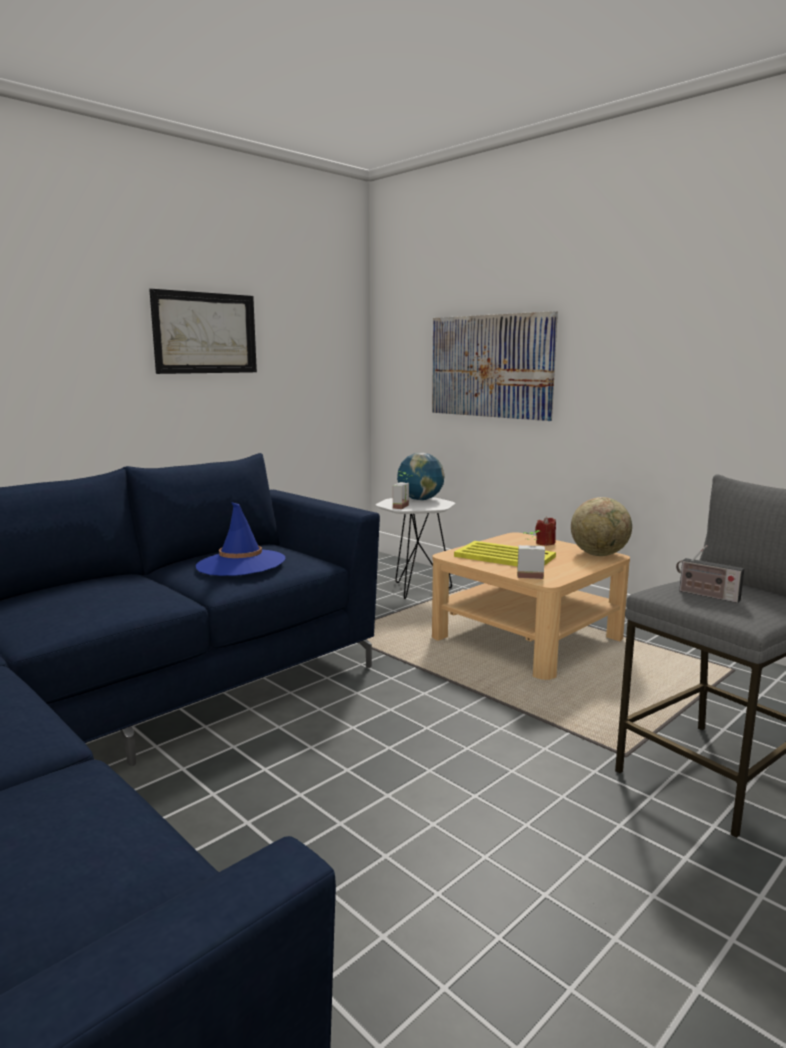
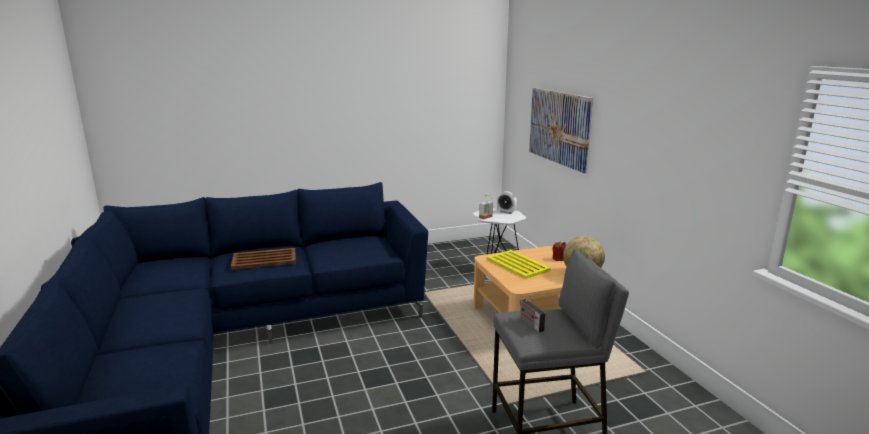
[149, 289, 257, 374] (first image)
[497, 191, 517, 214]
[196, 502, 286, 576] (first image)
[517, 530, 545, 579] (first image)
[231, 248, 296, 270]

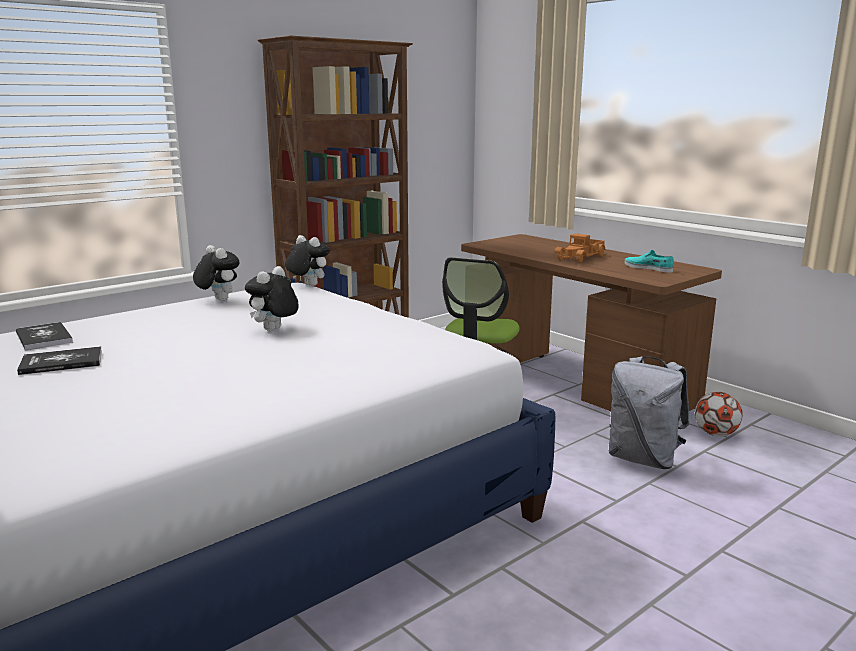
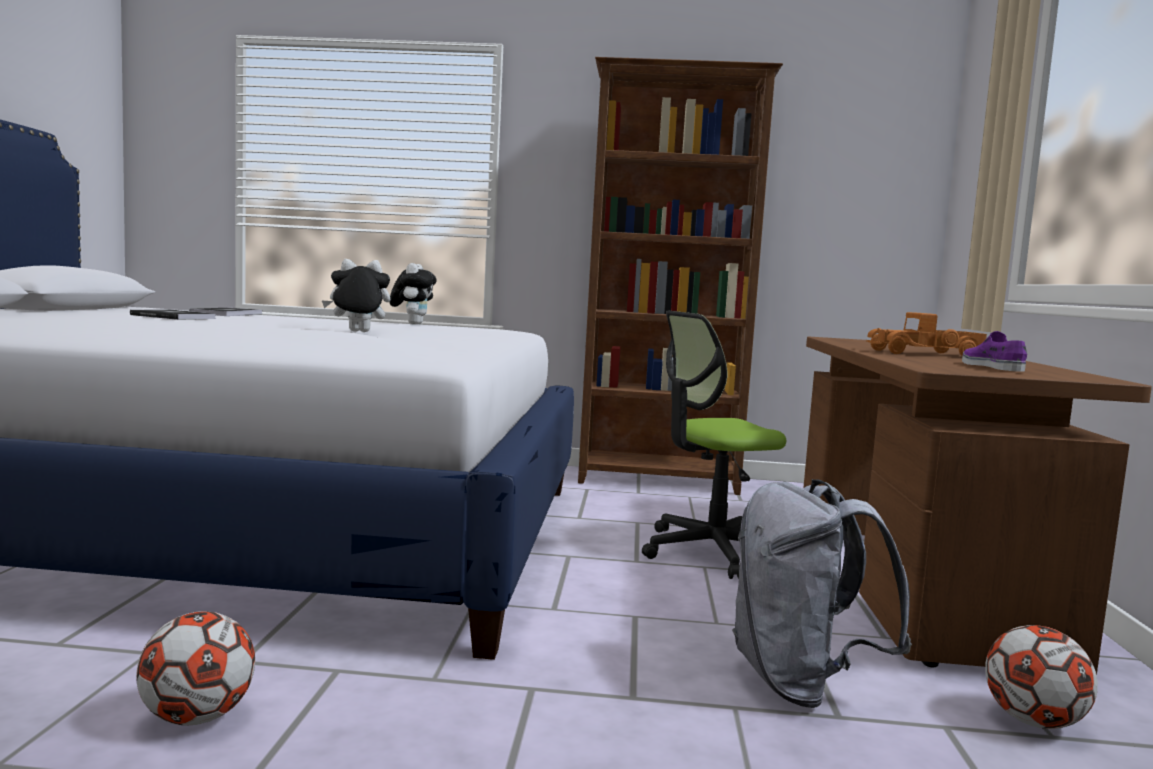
[285, 235, 330, 286] (first image)
[962, 331, 1027, 372]
[136, 611, 255, 725]

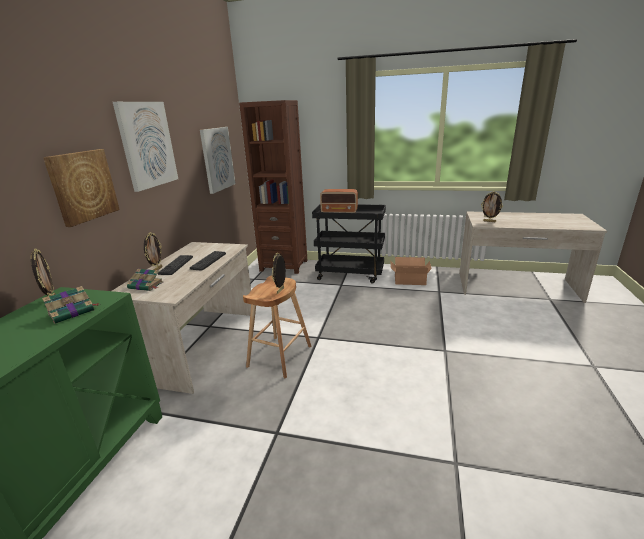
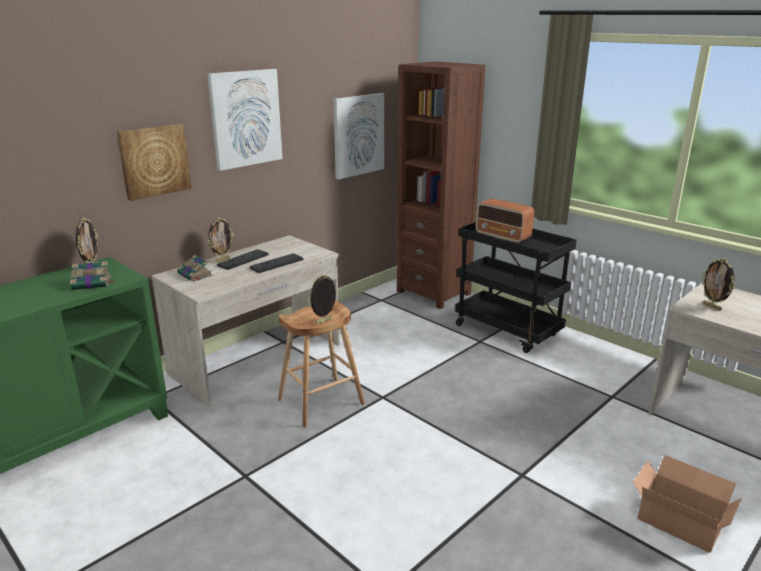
[633, 455, 742, 553]

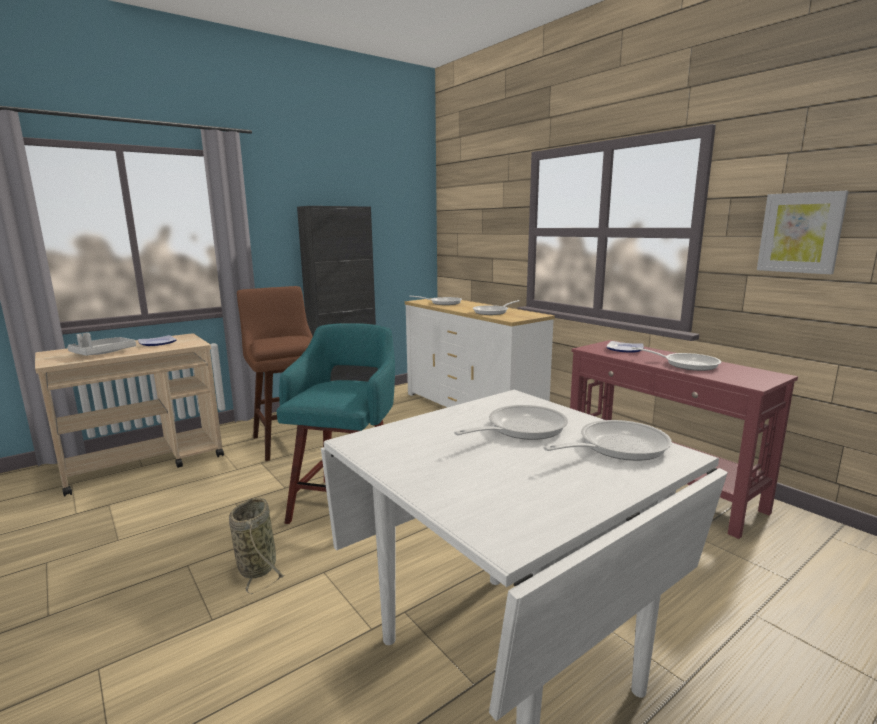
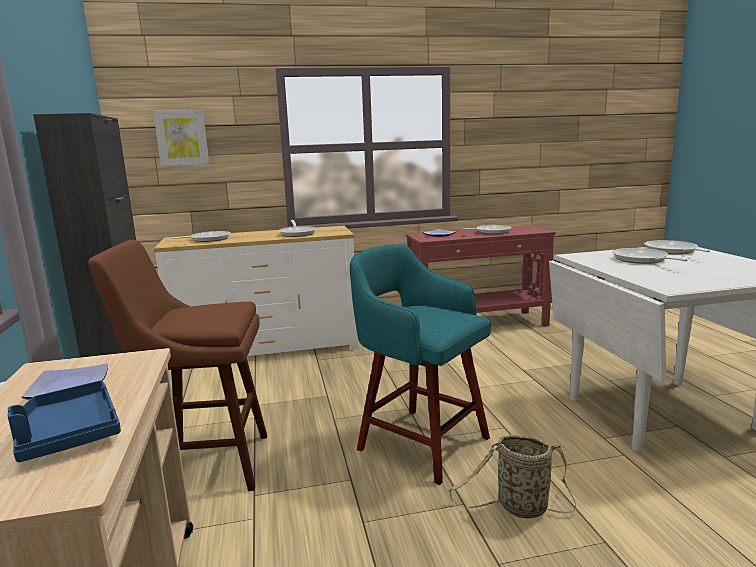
[153, 110, 209, 167]
[7, 380, 121, 462]

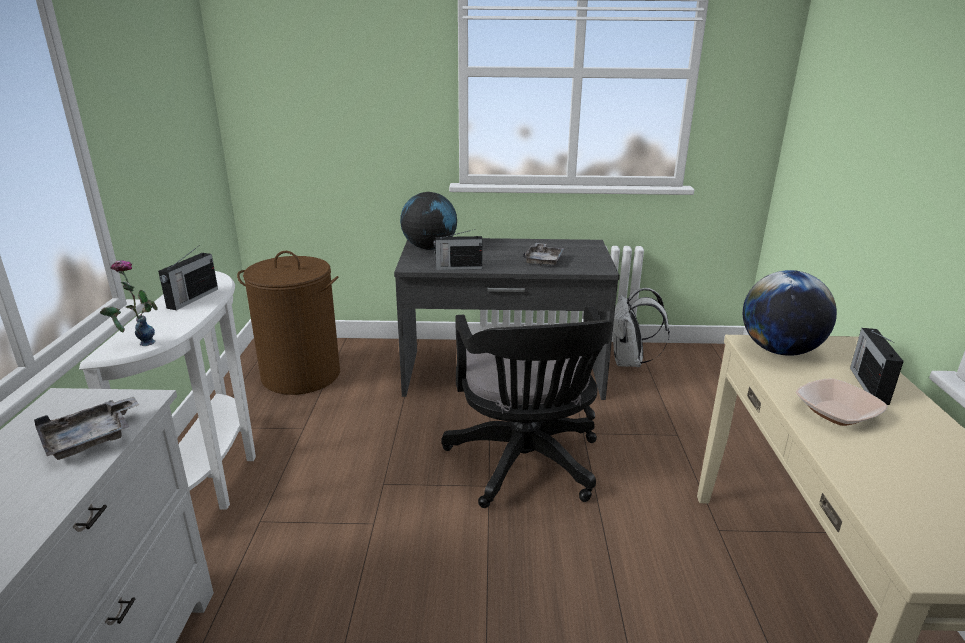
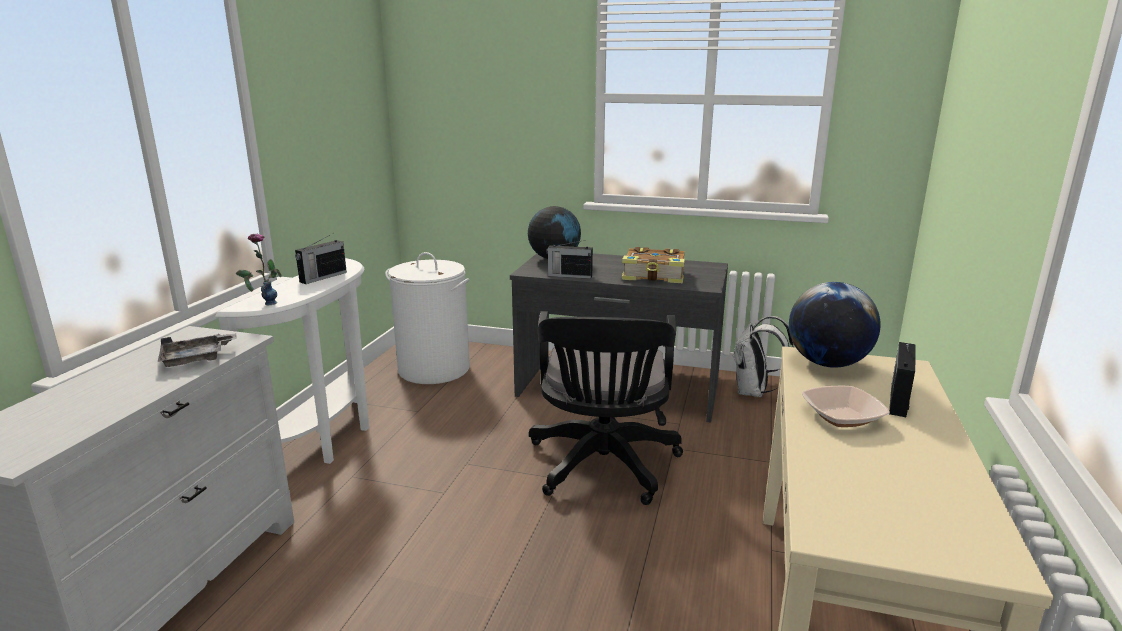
[622, 247, 685, 283]
[385, 252, 470, 384]

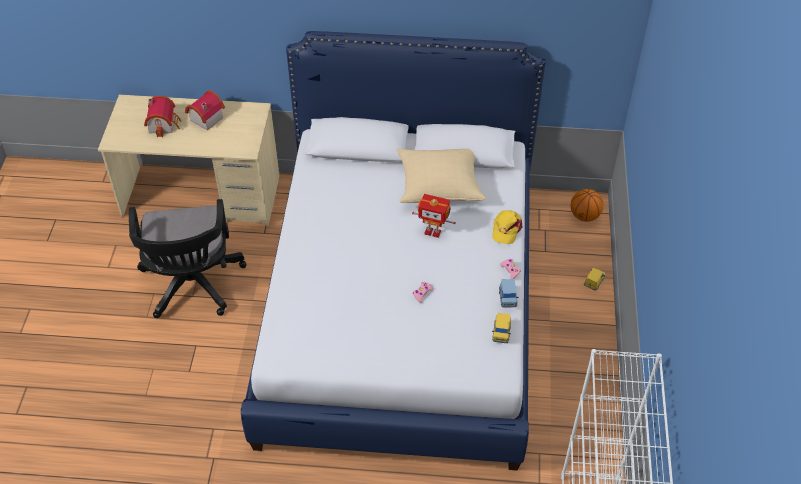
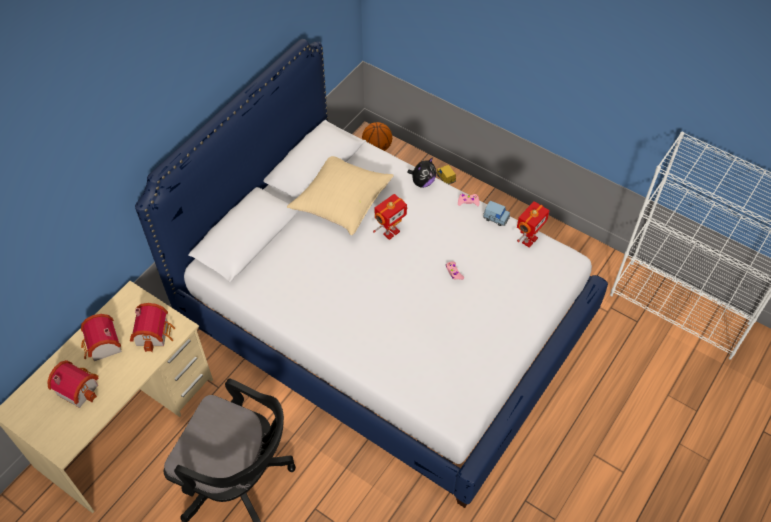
[407, 157, 436, 188]
[517, 201, 550, 248]
[130, 303, 175, 352]

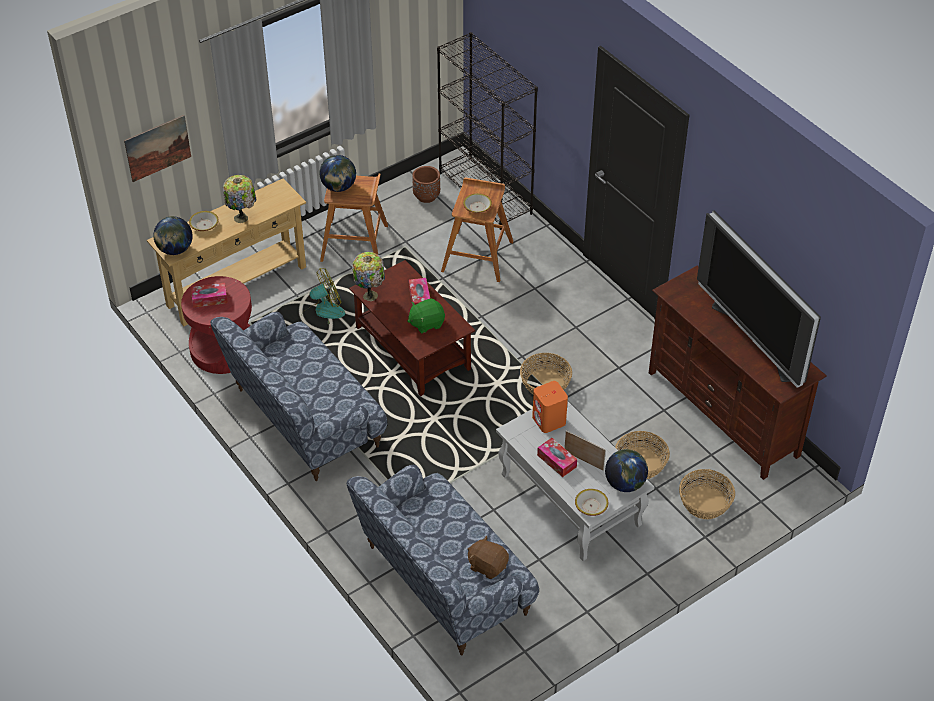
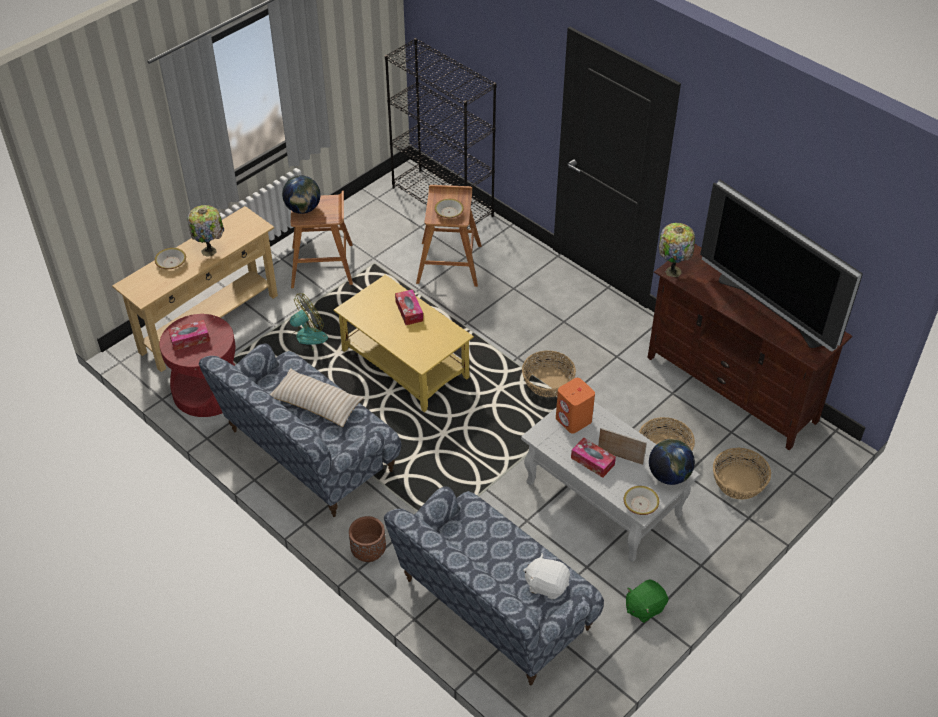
[124, 115, 191, 182] (first image)
[349, 516, 386, 562]
[153, 216, 193, 255] (first image)
[659, 223, 695, 277]
[334, 275, 474, 412]
[626, 579, 668, 623]
[523, 553, 570, 600]
[270, 368, 364, 427]

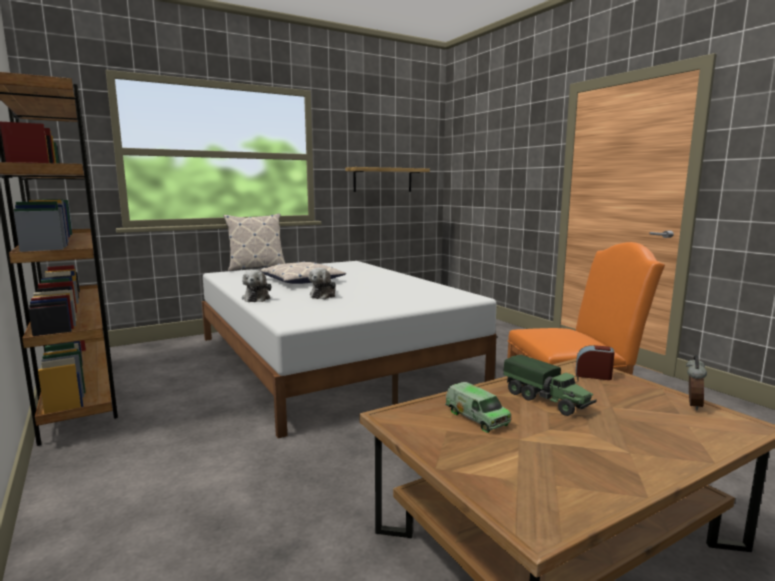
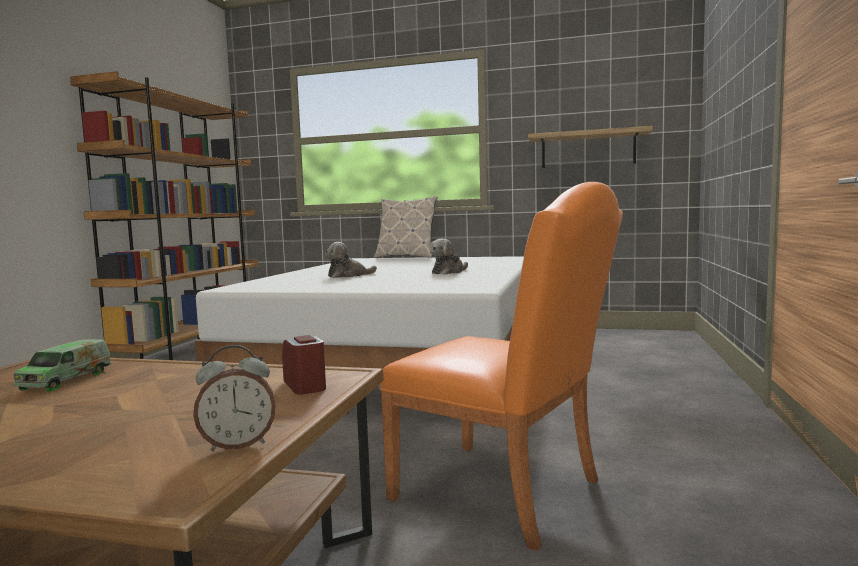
[259, 261, 346, 284] (first image)
[430, 239, 468, 275]
[503, 355, 597, 416] (first image)

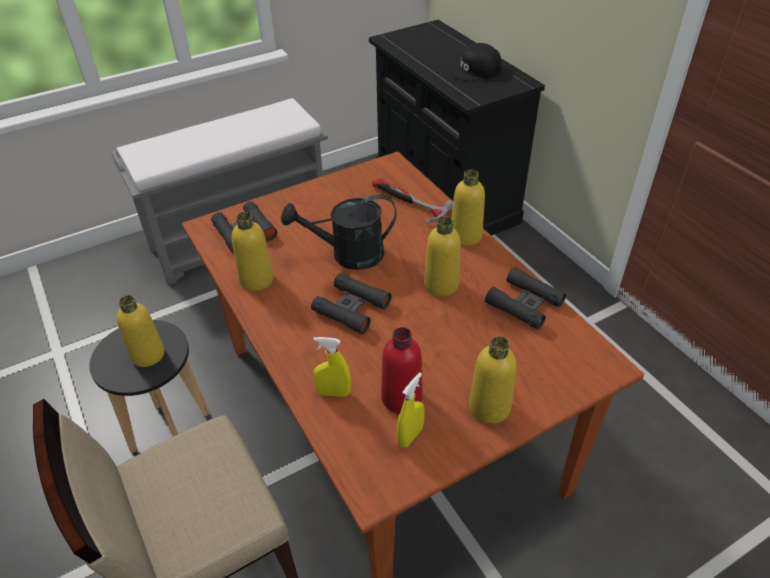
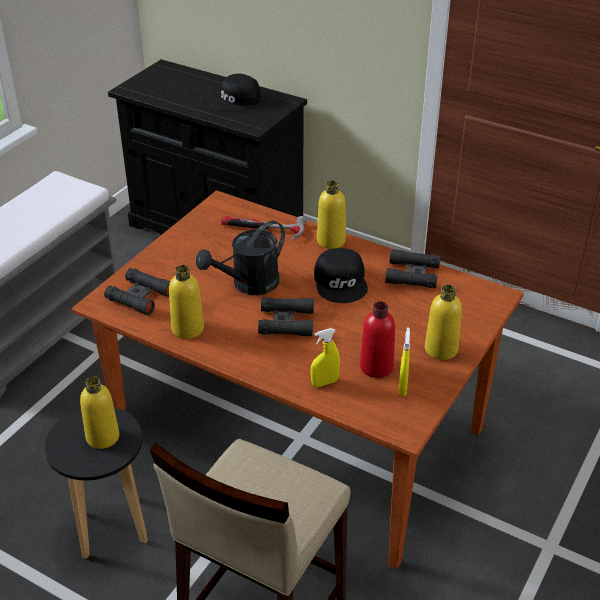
[314, 248, 368, 303]

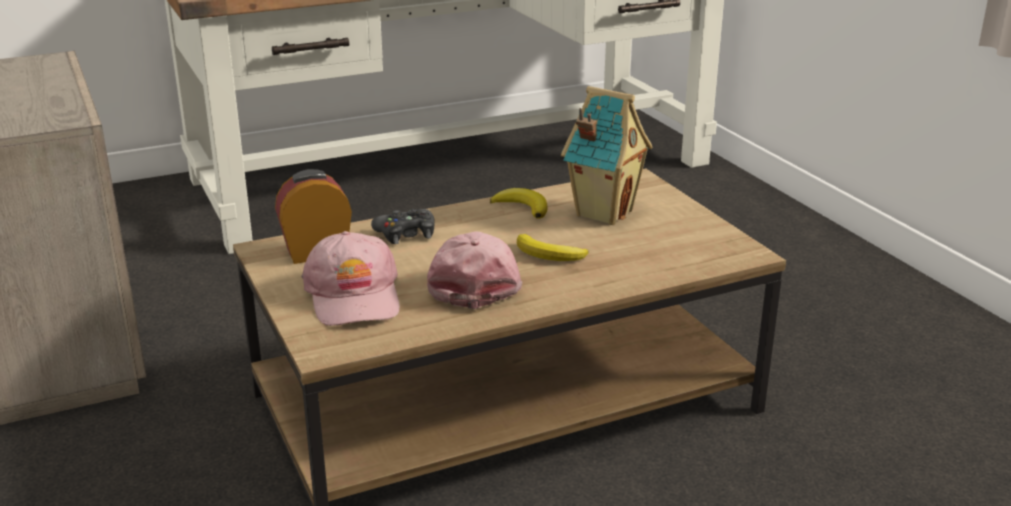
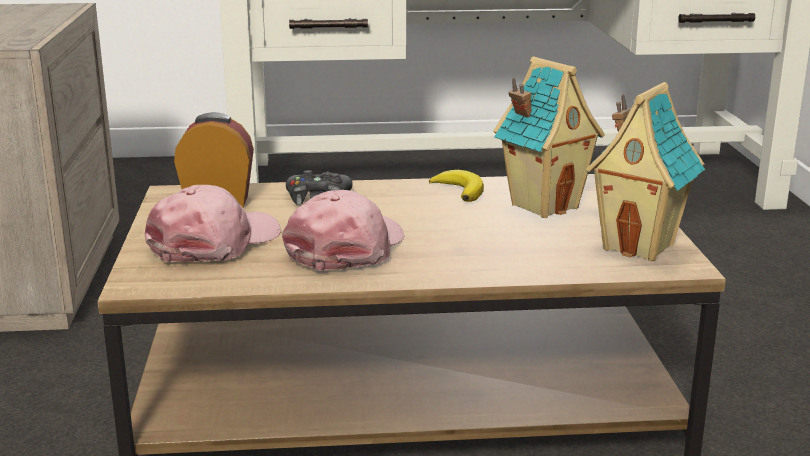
[145, 185, 281, 262]
[517, 234, 589, 261] (first image)
[586, 82, 705, 261]

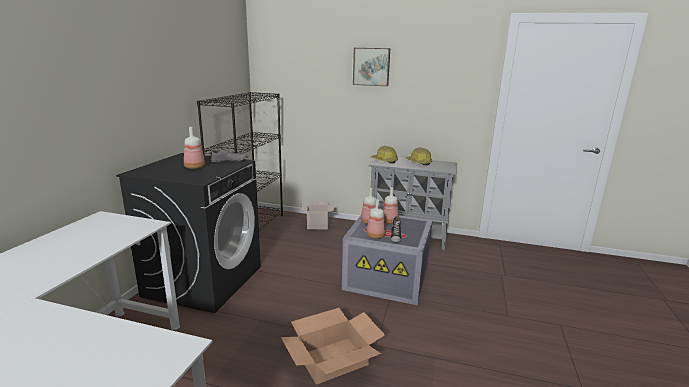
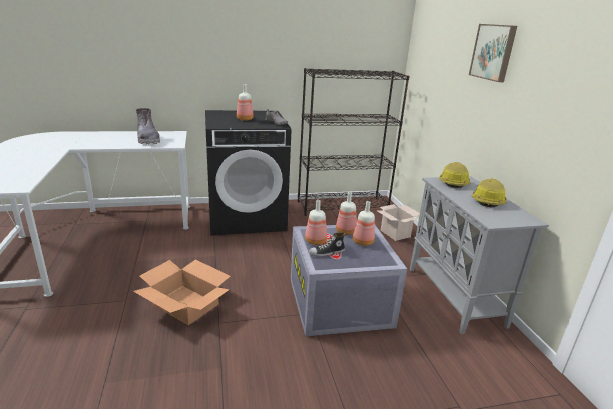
[136, 108, 160, 144]

